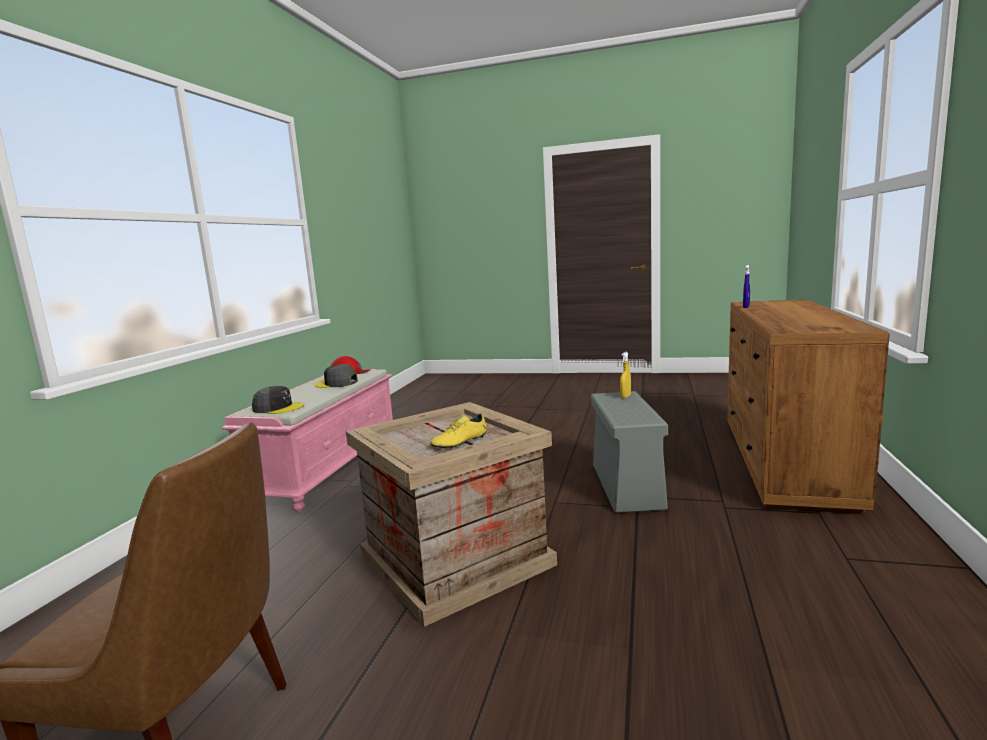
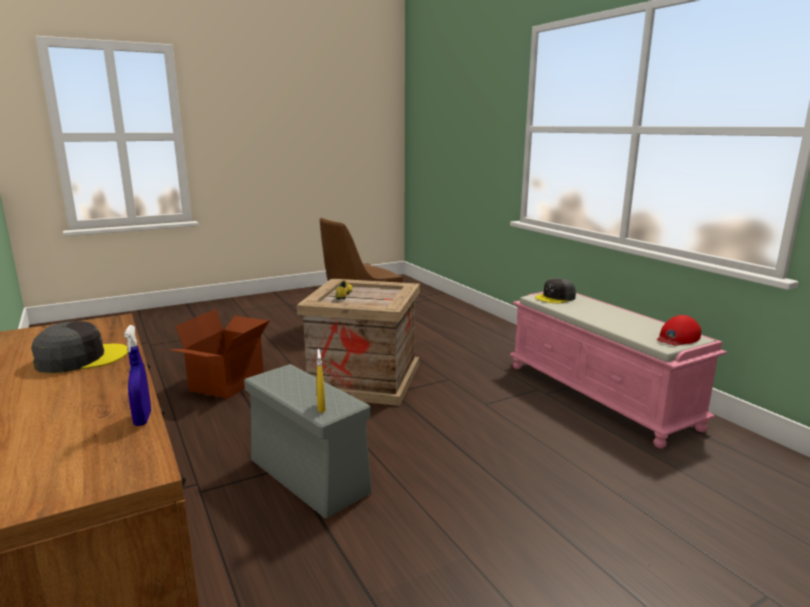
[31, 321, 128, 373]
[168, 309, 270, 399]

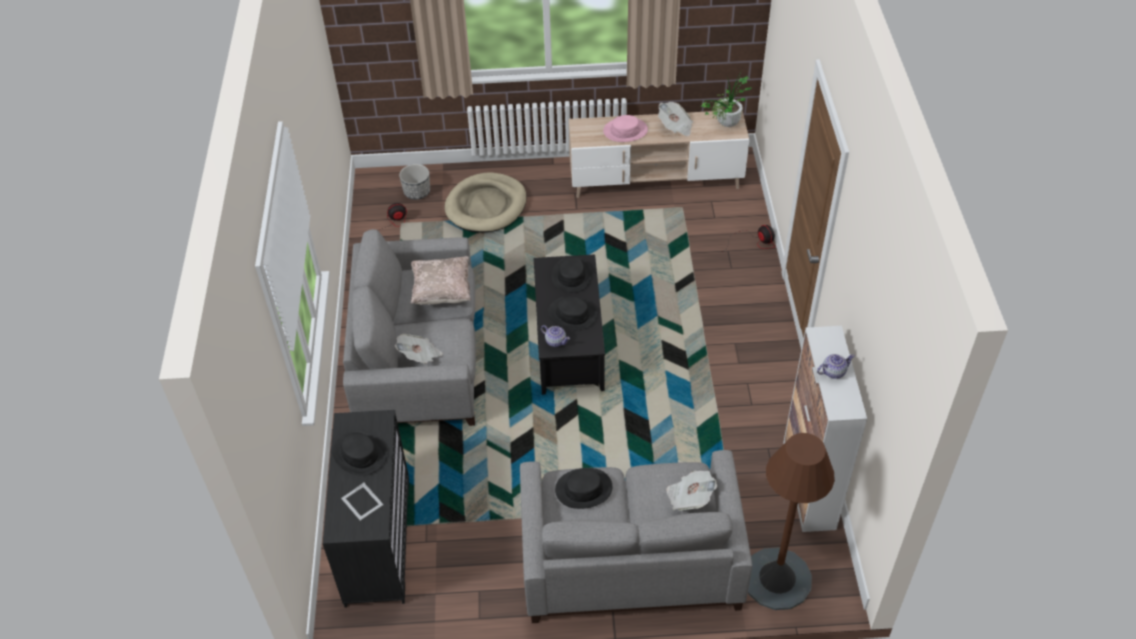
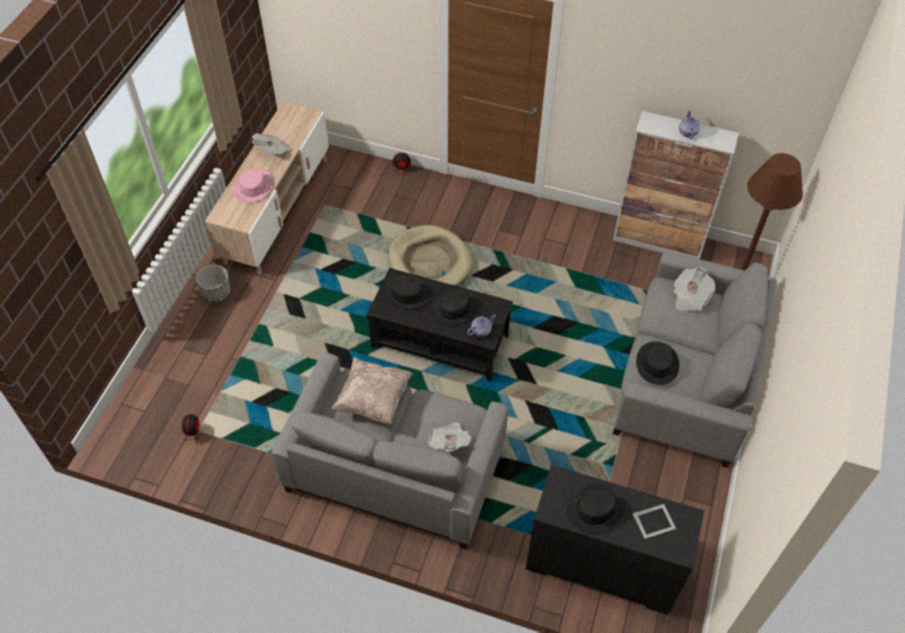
[701, 69, 752, 127] (first image)
[196, 265, 231, 303]
[388, 225, 472, 286]

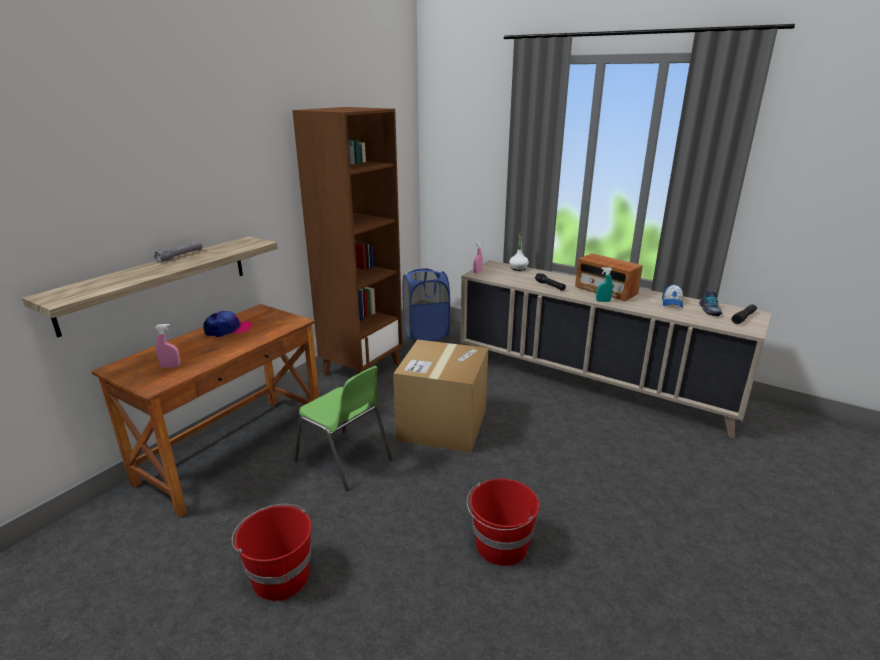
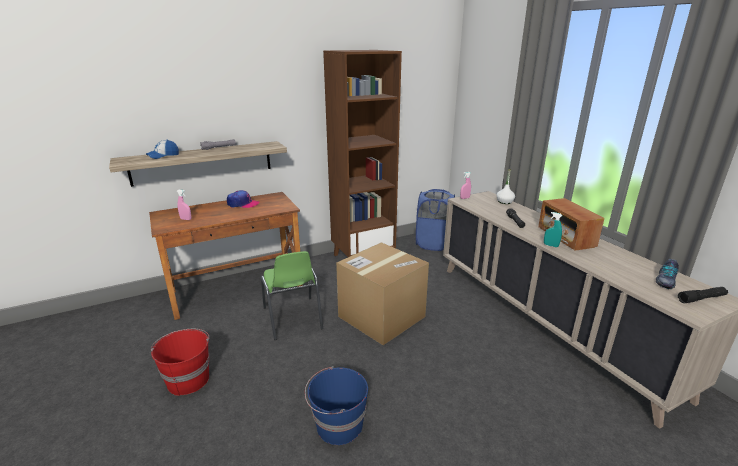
[146, 140, 179, 159]
[305, 366, 368, 445]

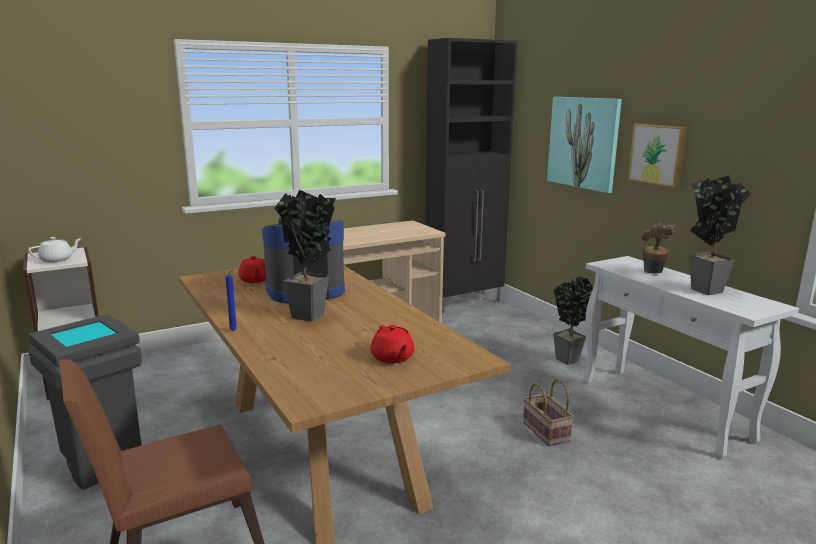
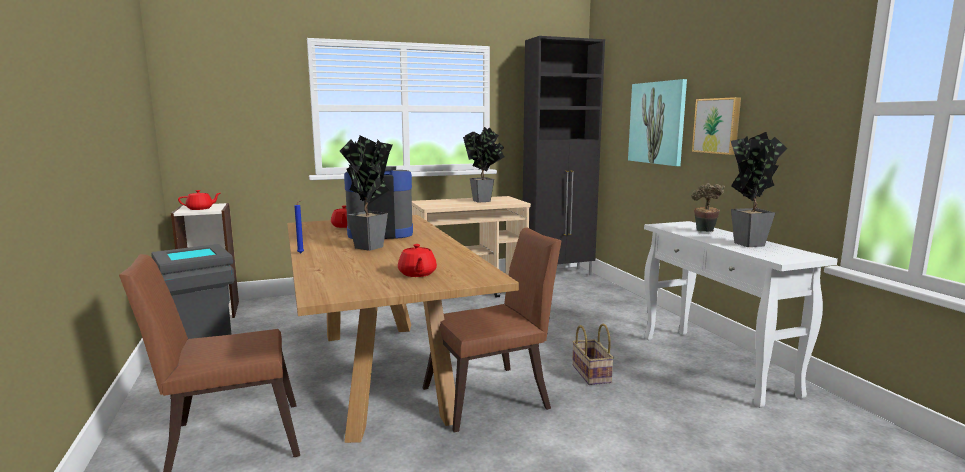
[178, 190, 220, 210]
[463, 127, 504, 203]
[423, 227, 562, 433]

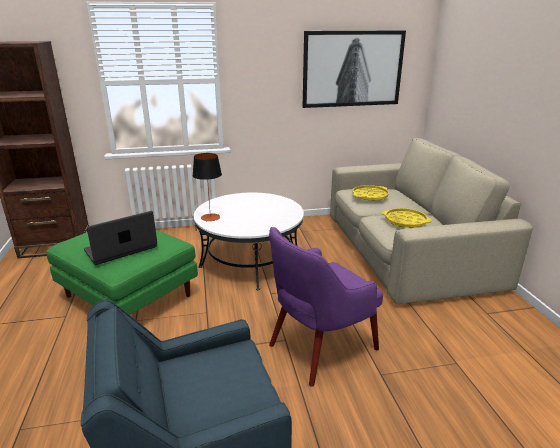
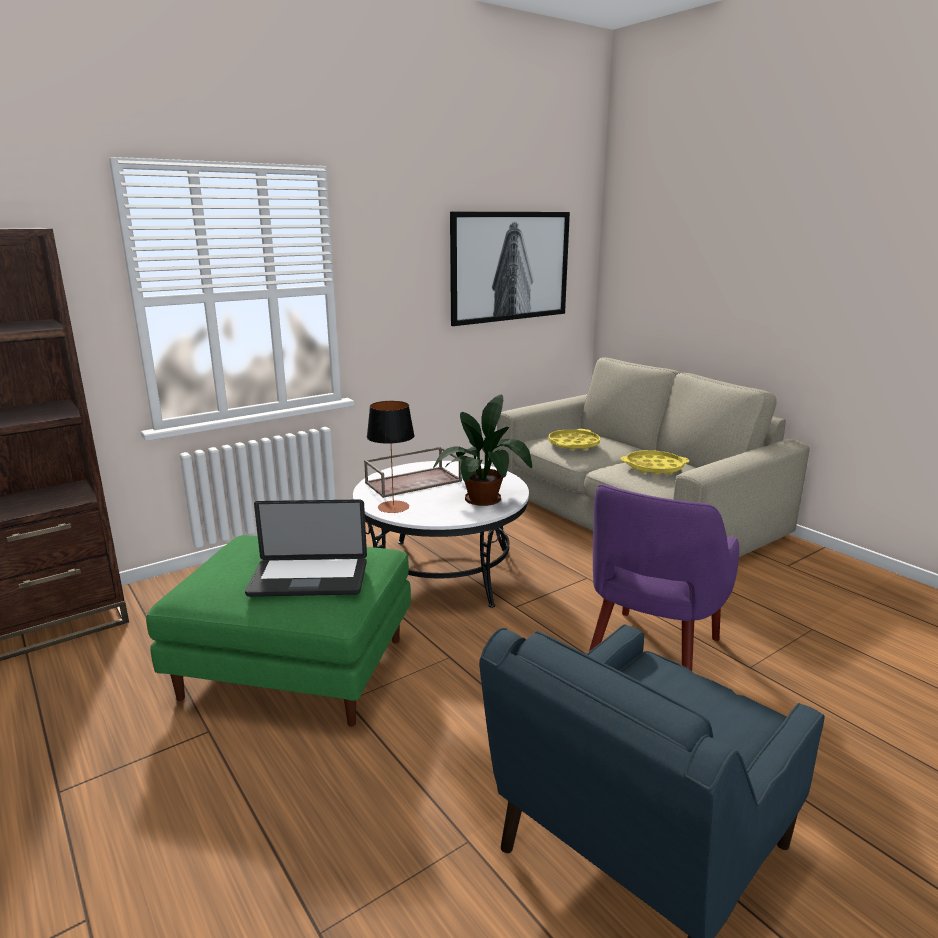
[245, 499, 367, 597]
[433, 395, 532, 506]
[364, 447, 462, 498]

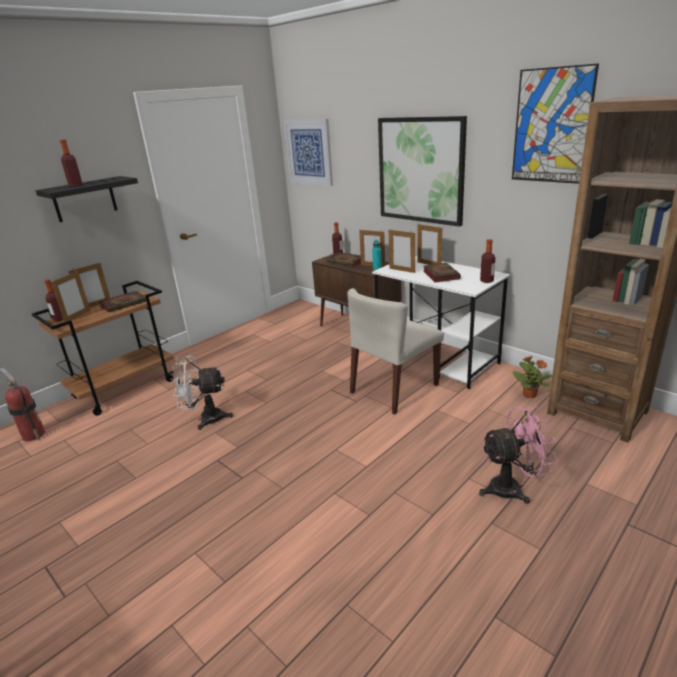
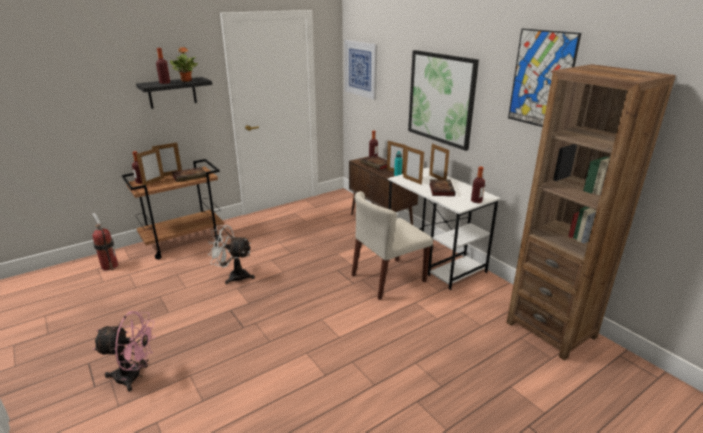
[170, 47, 198, 82]
[93, 311, 156, 392]

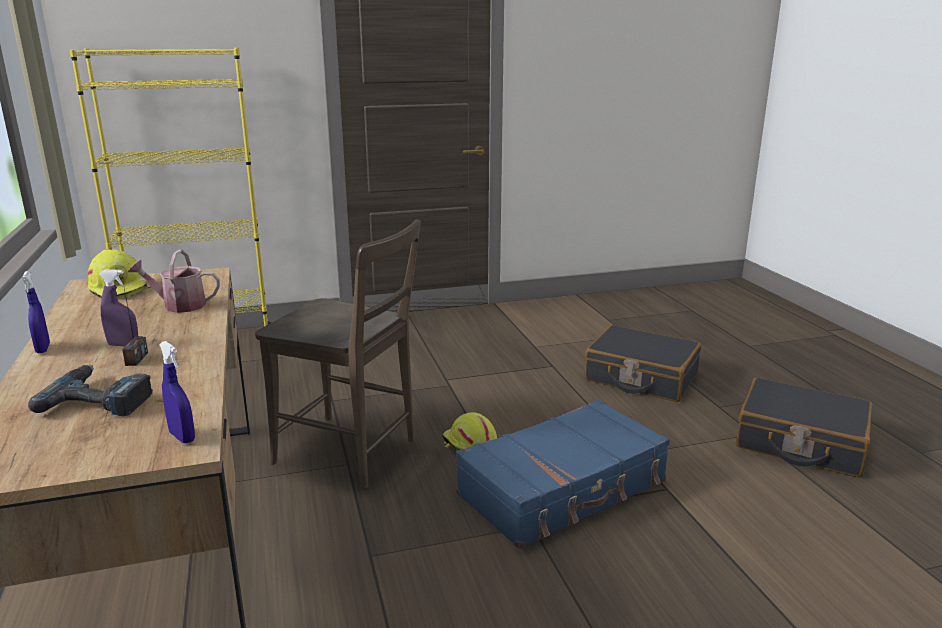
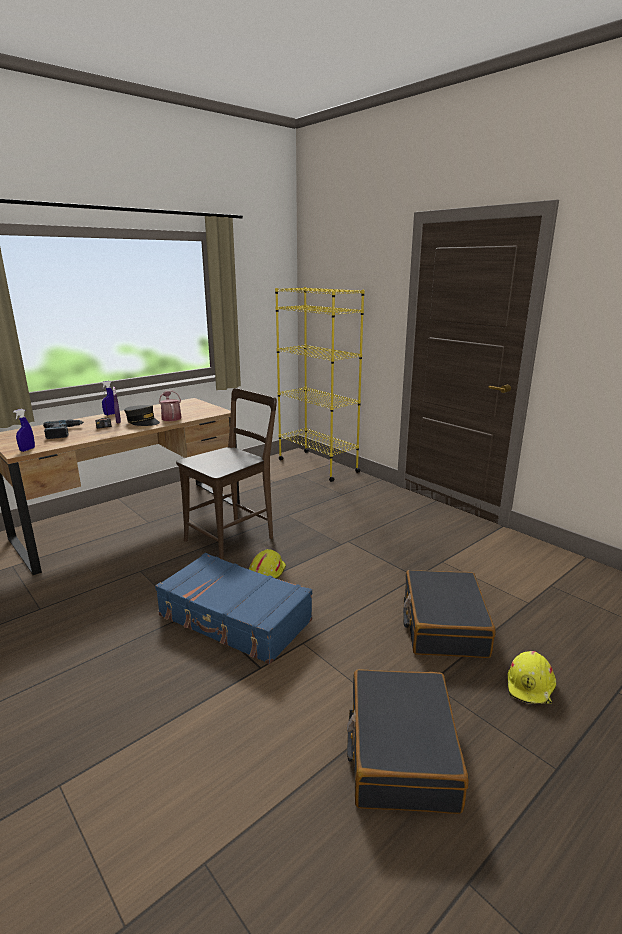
[176, 388, 277, 560]
[508, 651, 556, 704]
[124, 405, 160, 426]

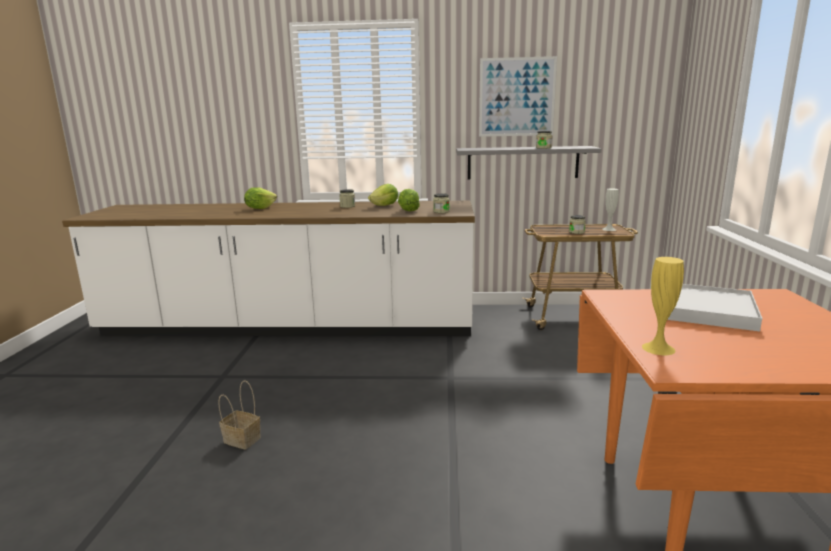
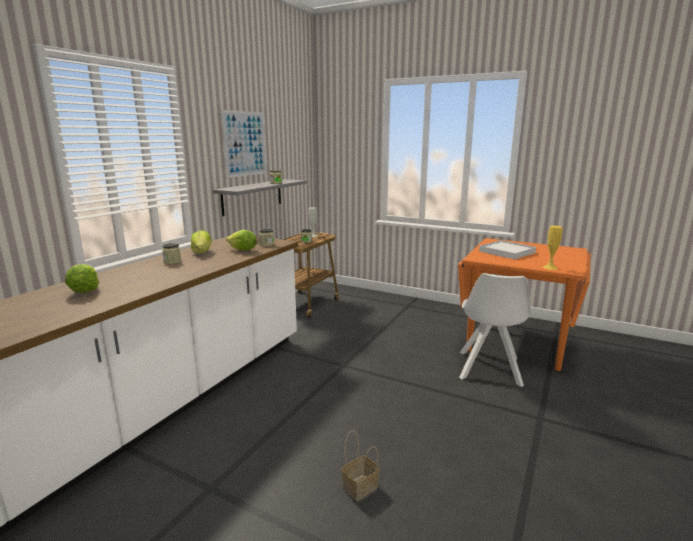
[459, 273, 531, 387]

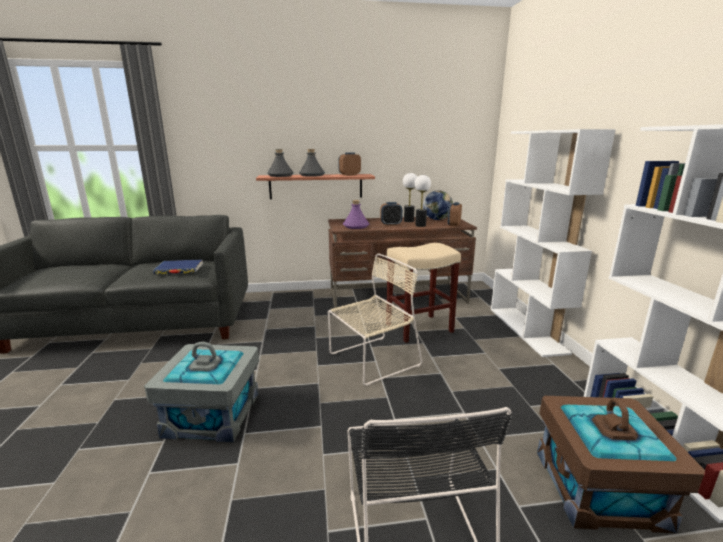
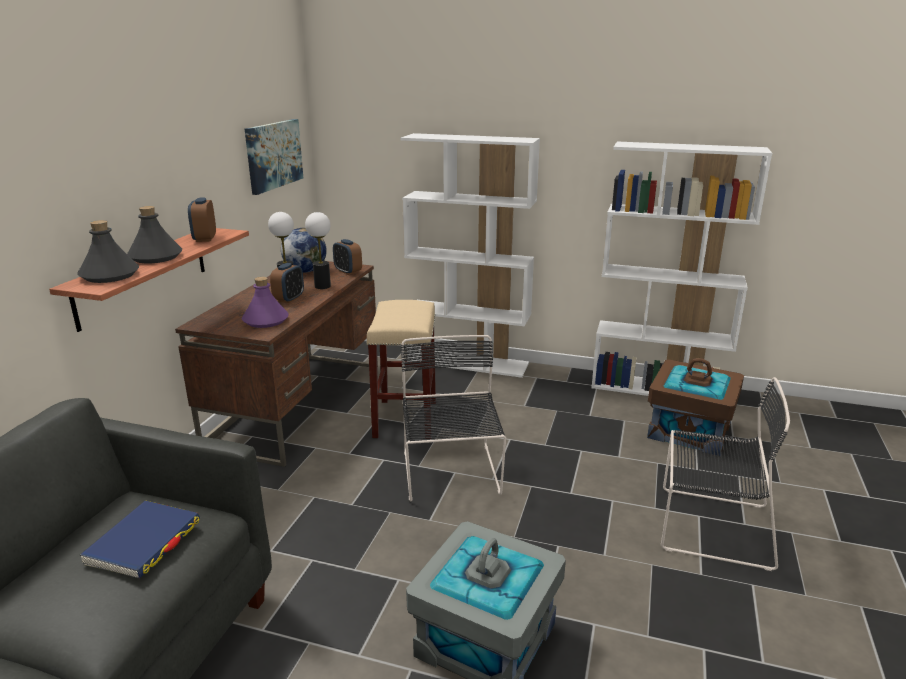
[401, 335, 506, 501]
[245, 119, 303, 195]

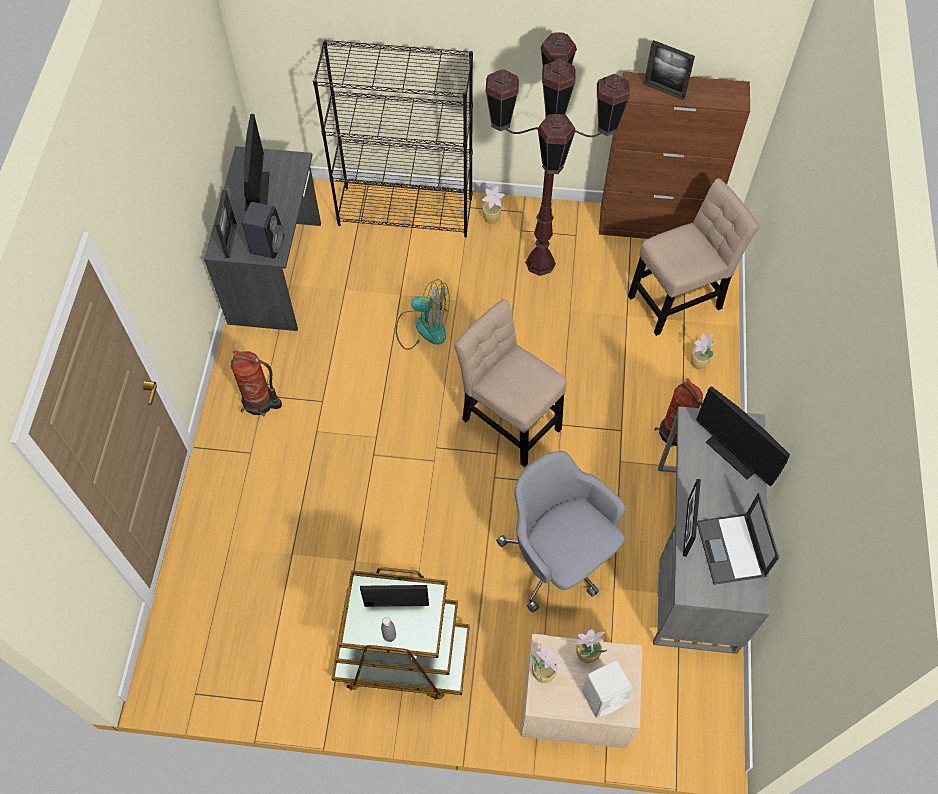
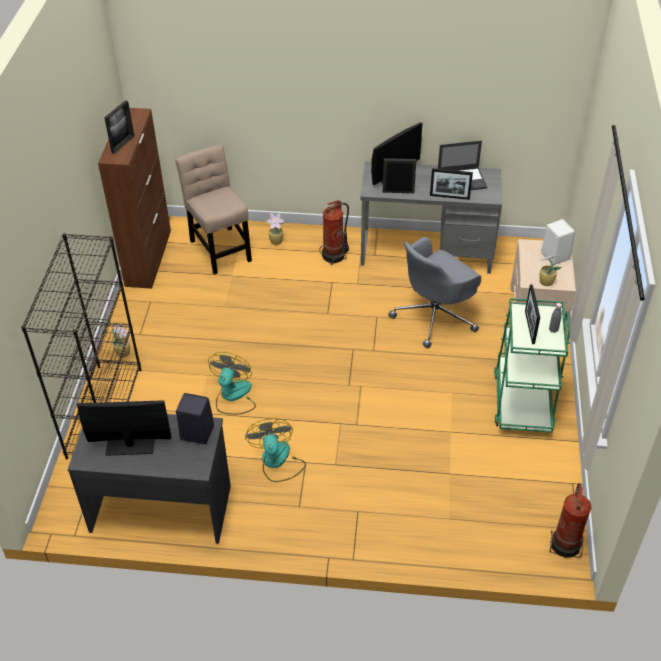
[485, 32, 630, 276] (first image)
[383, 158, 416, 193]
[454, 299, 567, 467] (first image)
[550, 483, 592, 558]
[494, 298, 570, 433]
[575, 629, 607, 663] (first image)
[245, 418, 306, 482]

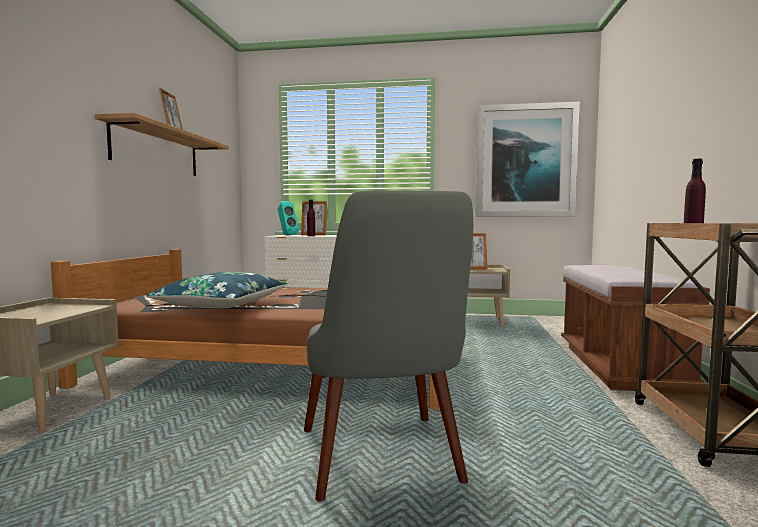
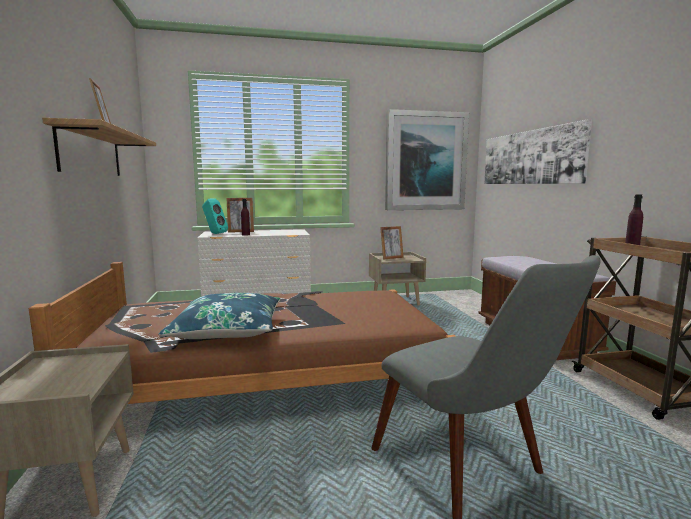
[484, 119, 592, 184]

